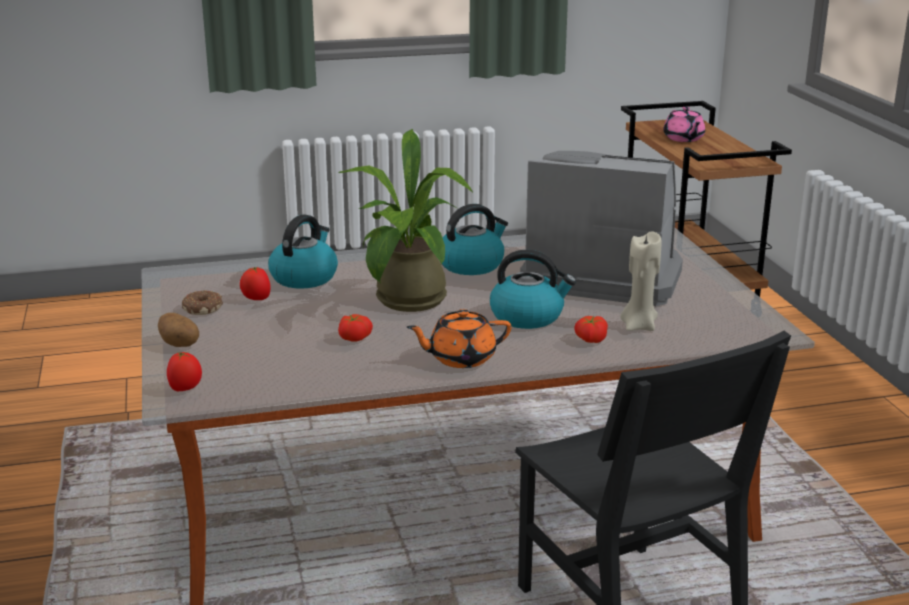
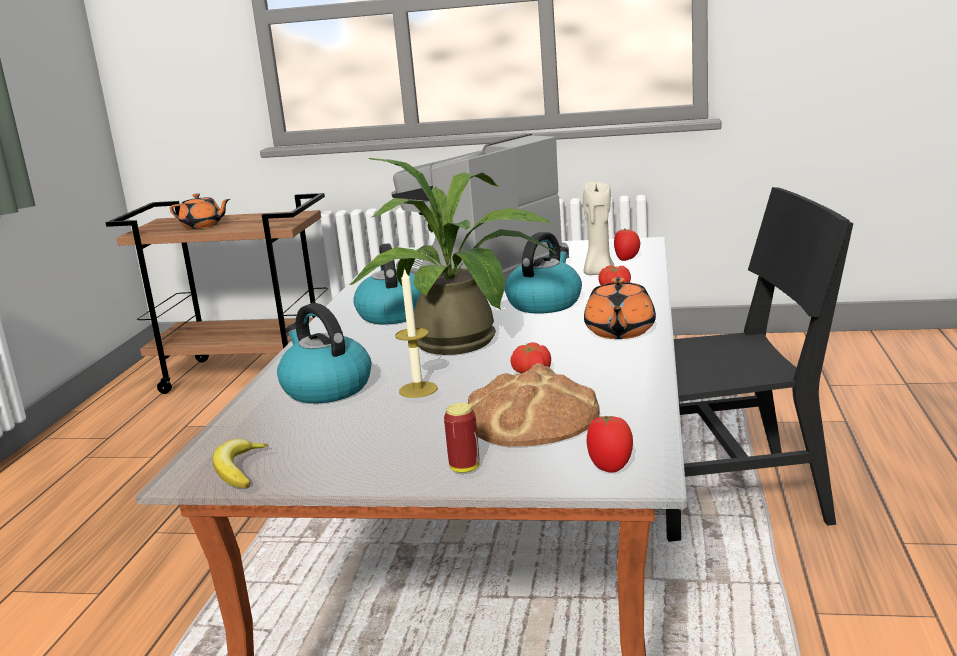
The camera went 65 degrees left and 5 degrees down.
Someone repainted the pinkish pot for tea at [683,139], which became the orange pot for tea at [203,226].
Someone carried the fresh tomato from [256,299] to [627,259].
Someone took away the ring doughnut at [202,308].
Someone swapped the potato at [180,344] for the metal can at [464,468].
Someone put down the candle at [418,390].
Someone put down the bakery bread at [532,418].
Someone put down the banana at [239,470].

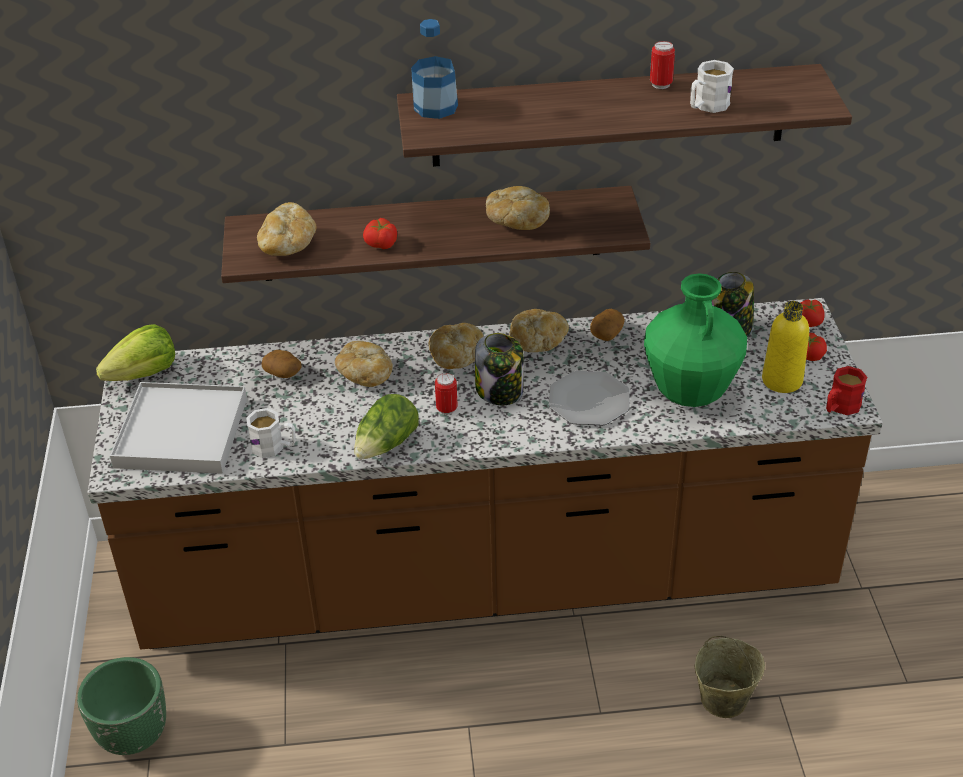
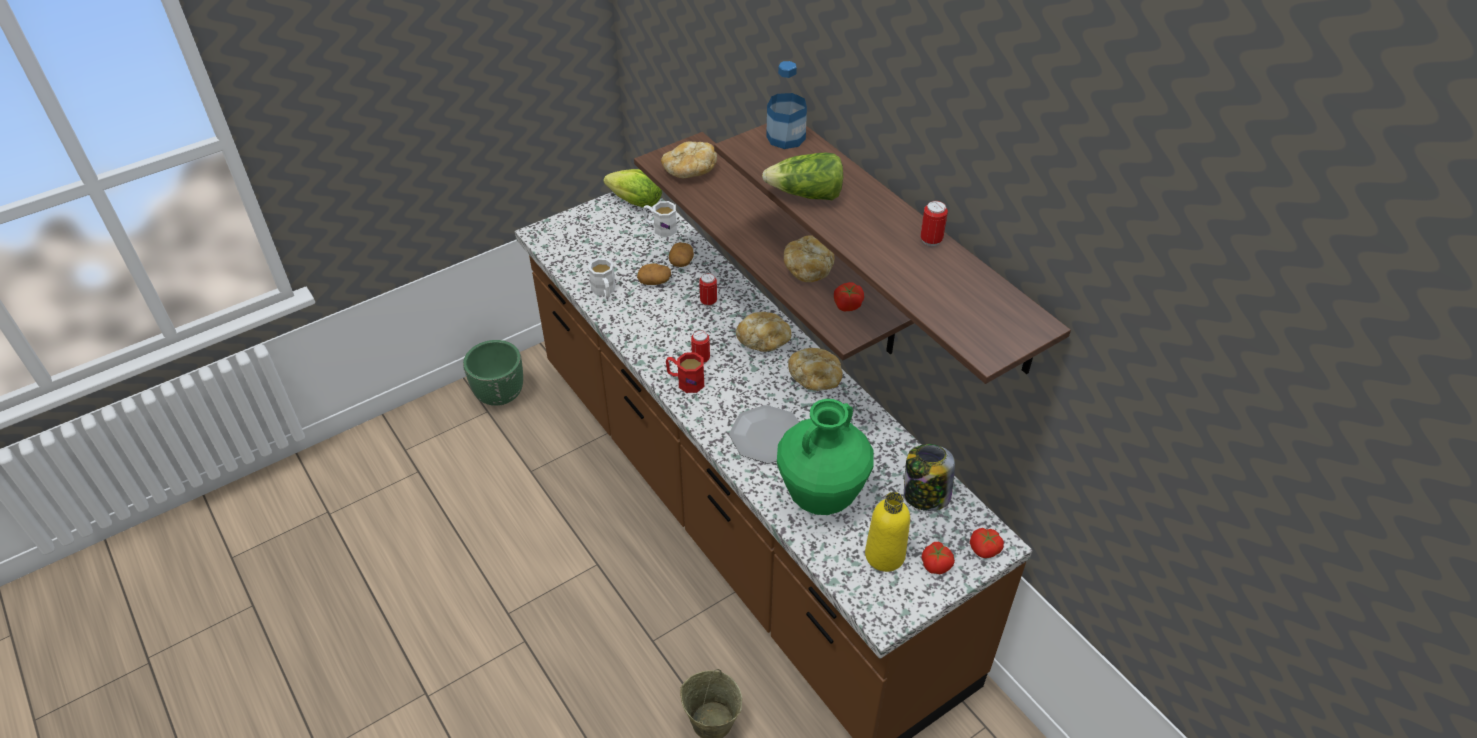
The camera went 60 degrees right and 5 degrees up.
Someone carried the white-coloured coffee mug from [706,106] to [660,228].
Someone carried the fresh tomato from [381,244] to [847,304].
Someone carried the potato from [606,333] to [654,281].
Someone took away the preserve jar at [500,391].
Someone swapped the bakery bread at [365,374] for the metal can at [708,301].
Someone carried the red-coloured coffee mug from [840,407] to [685,381].
Someone took away the white-coloured tray at [182,432].
Someone carried the lettuce head from [386,445] to [806,195].

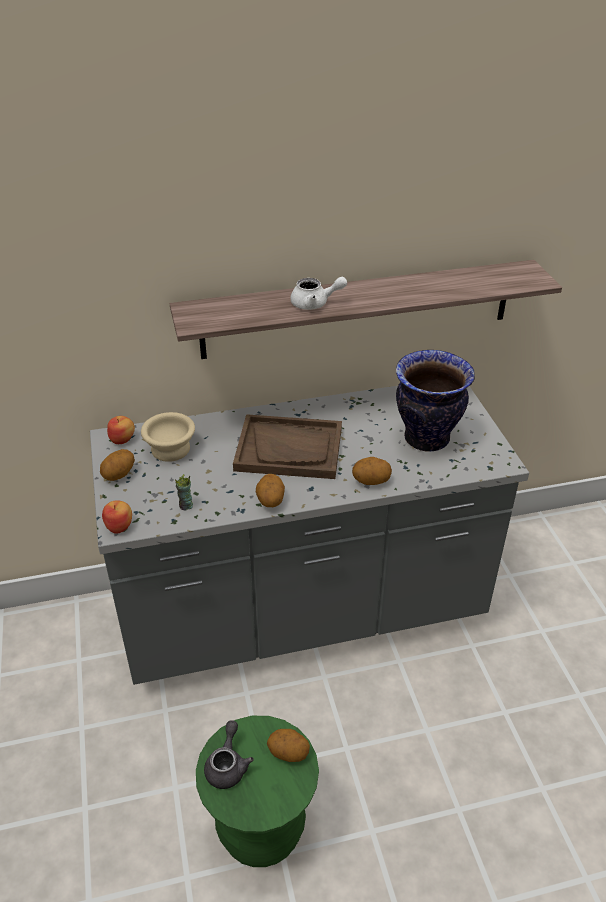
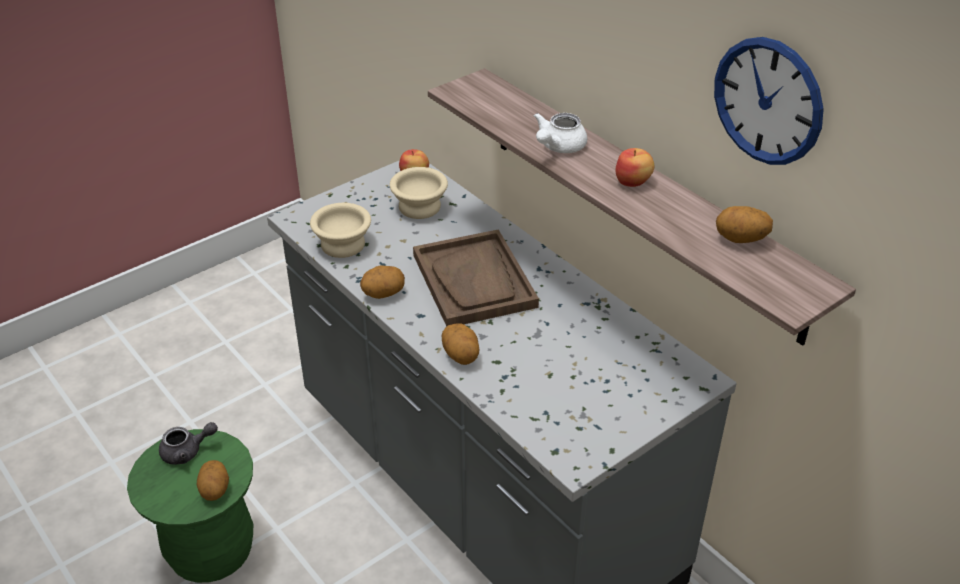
The camera went 65 degrees right and 0 degrees up.
Someone rotated the white-coloured pot for tea at [315,304] by 60 degrees clockwise.
Someone took away the decorative vase at [425,438].
Someone carried the potato from [119,475] to [740,240].
Someone swapped the cup at [186,506] for the beige deep dish at [345,244].
Someone carried the whole apple from [119,526] to [633,182].
Someone put up the hanging clock at [768,101].

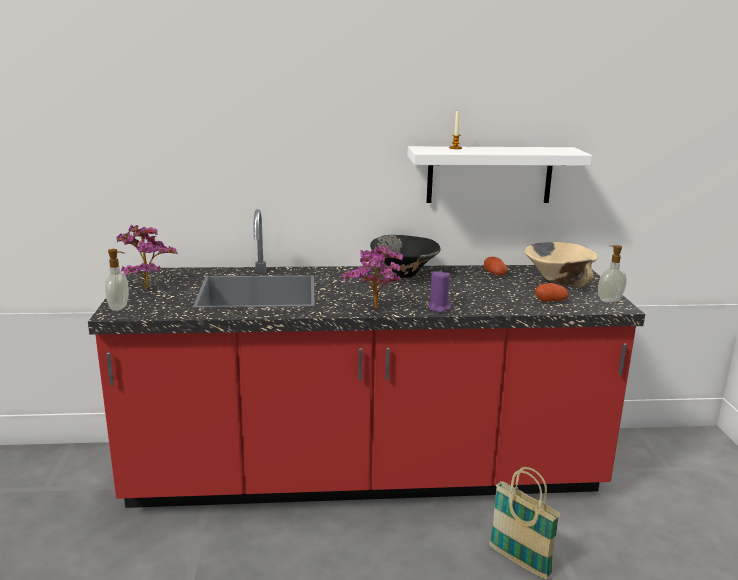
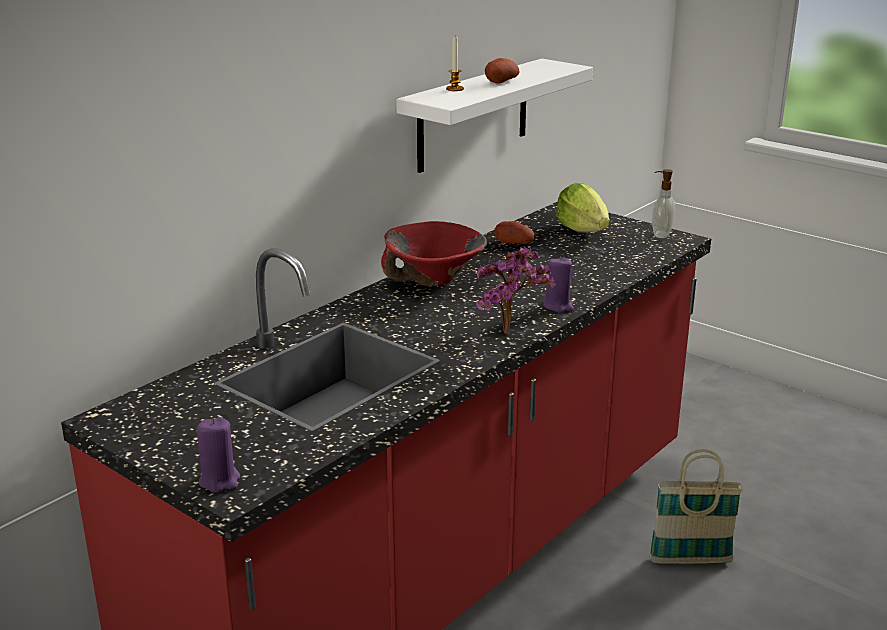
The camera went 45 degrees left and 5 degrees up.
Someone took away the potted plant at [146,287].
Someone repainted the blackish deep dish at [403,274], which became the red-coloured deep dish at [434,280].
Someone swapped the beige deep dish at [557,281] for the lettuce head at [583,230].
Someone swapped the liquid soap bottle at [120,307] for the purple candle at [220,480].
Someone carried the potato from [550,301] to [501,81].

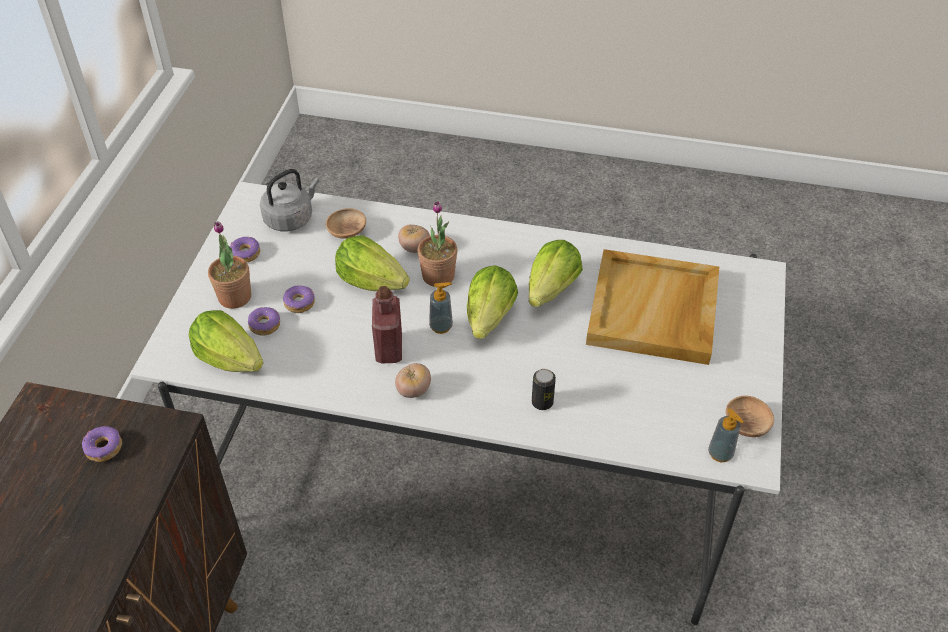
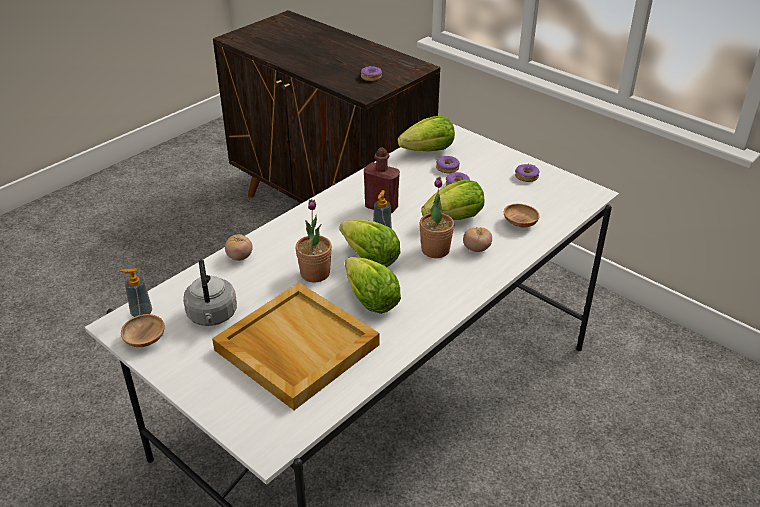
The camera went 120 degrees right and 10 degrees down.
Someone carried the greyish water kettle from [291,218] to [212,316].
Someone carried the potted plant from [235,297] to [315,273].
Someone carried the fresh tomato from [413,390] to [239,257].
Someone took away the metal can at [542,402].

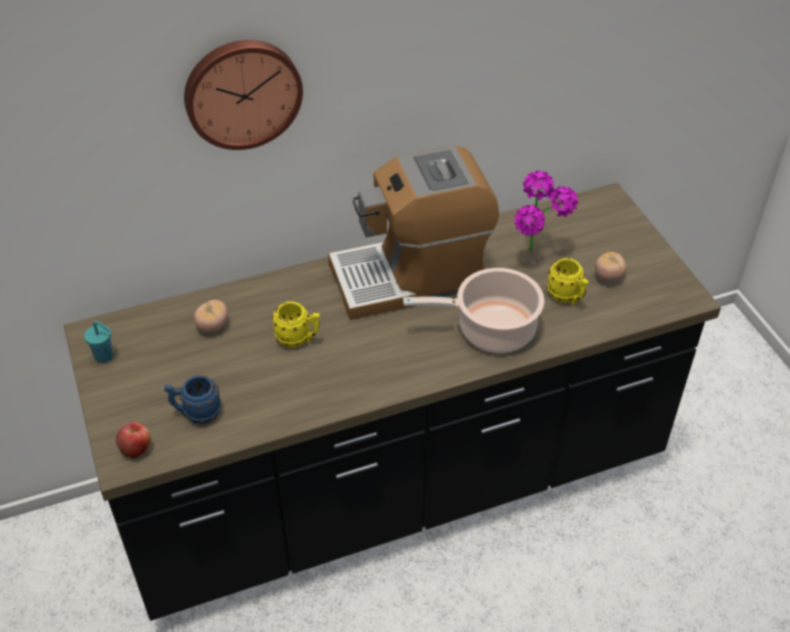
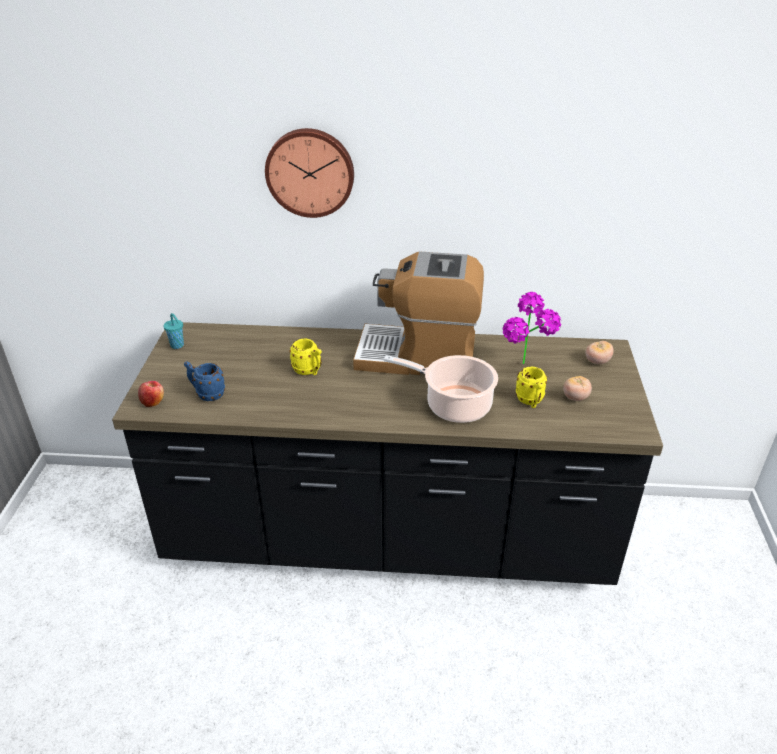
The camera went 25 degrees right and 10 degrees down.
Someone carried the fresh tomato from [212,326] to [597,361].

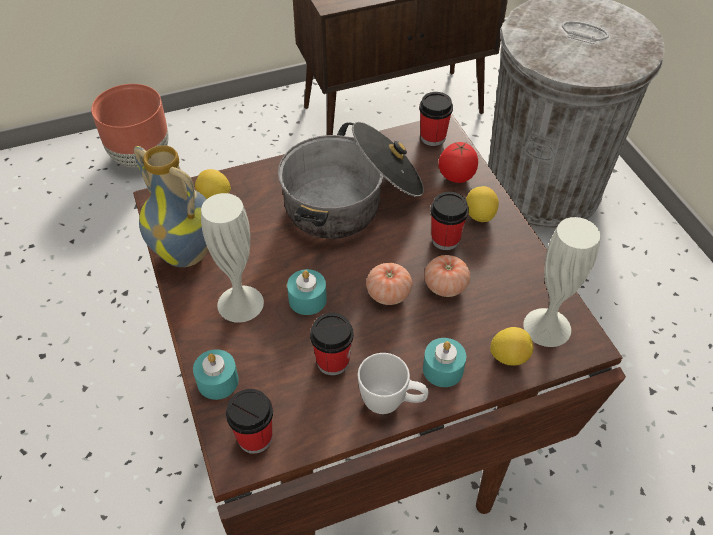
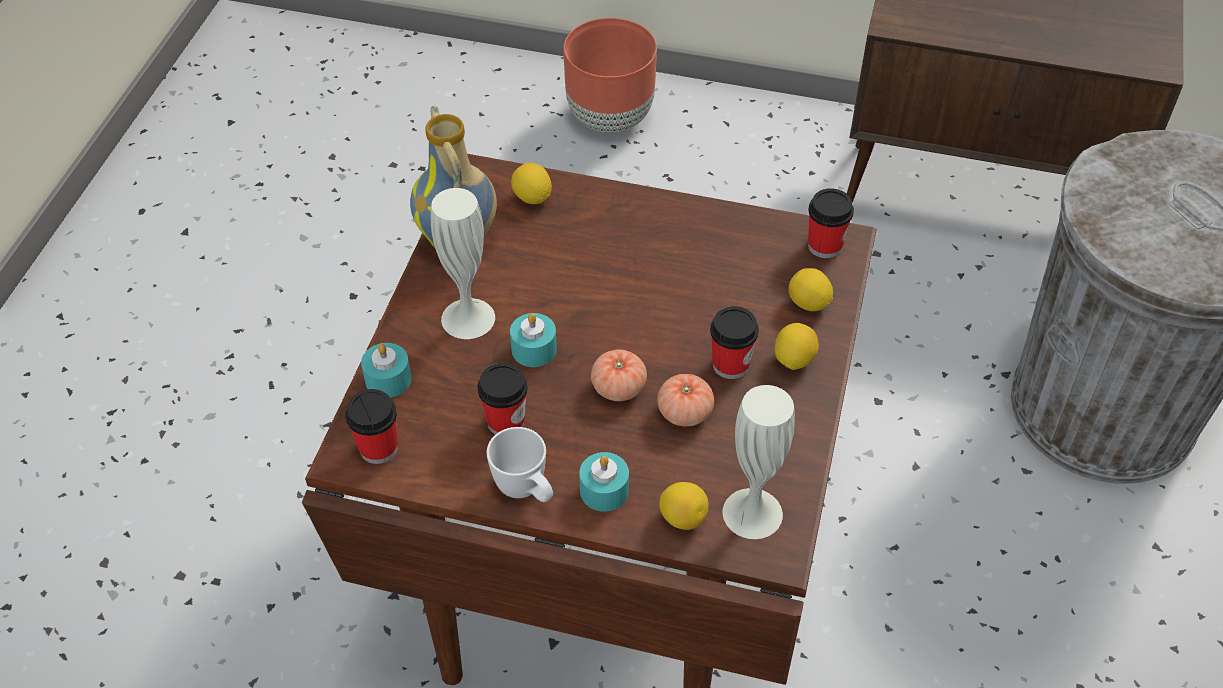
The camera went 35 degrees right and 0 degrees up.
Someone took away the stockpot at [352,200].
Someone swapped the fresh tomato at [456,177] for the citrus fruit at [808,304].

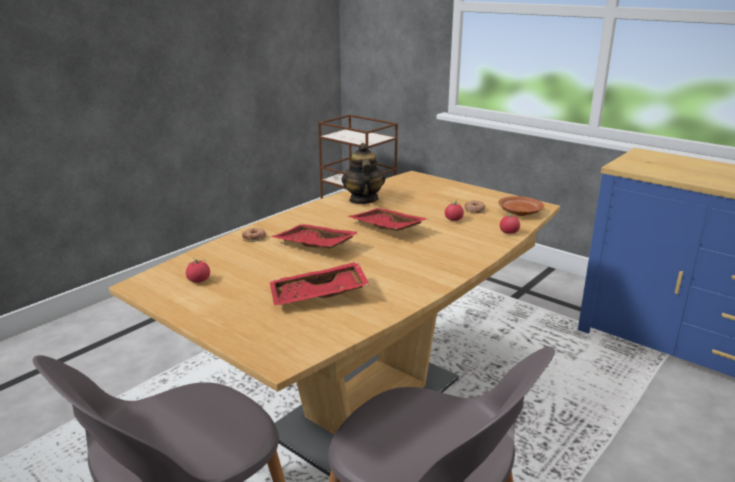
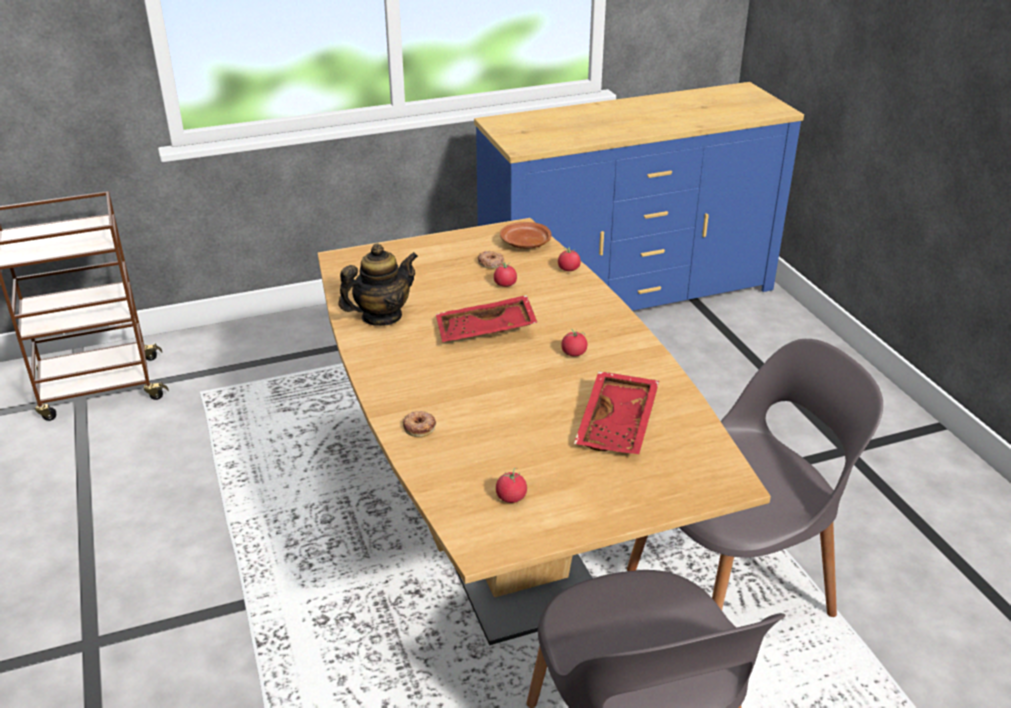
The camera went 60 degrees left and 10 degrees up.
Someone rotated the pot for tea at [363,200] by 120 degrees clockwise.
Someone took away the red-coloured tray at [314,246].
Someone put down the fresh tomato at [574,353].

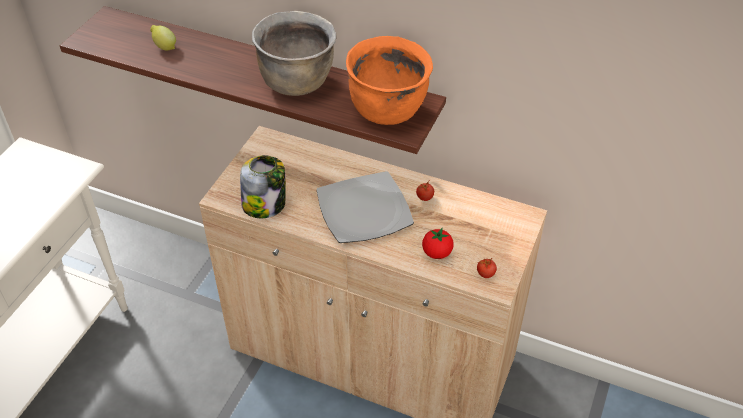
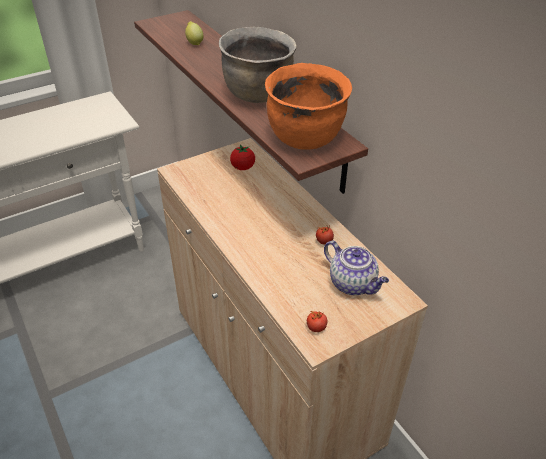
The camera went 35 degrees right and 5 degrees down.
Someone took away the preserve jar at [265,204].
Someone took away the plate at [364,210].
Someone carried the fresh tomato from [437,253] to [243,167].
Someone put down the pot for tea at [353,284].

